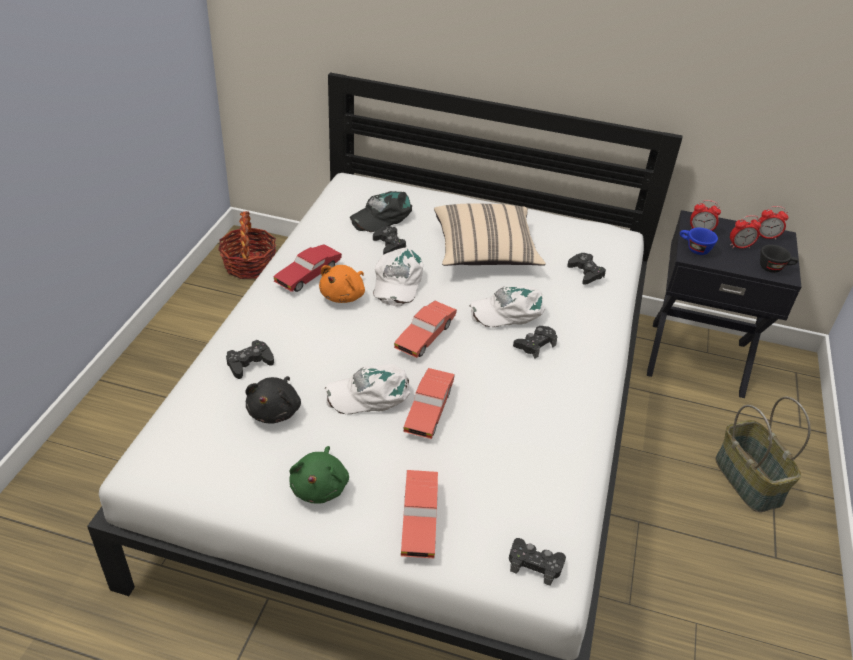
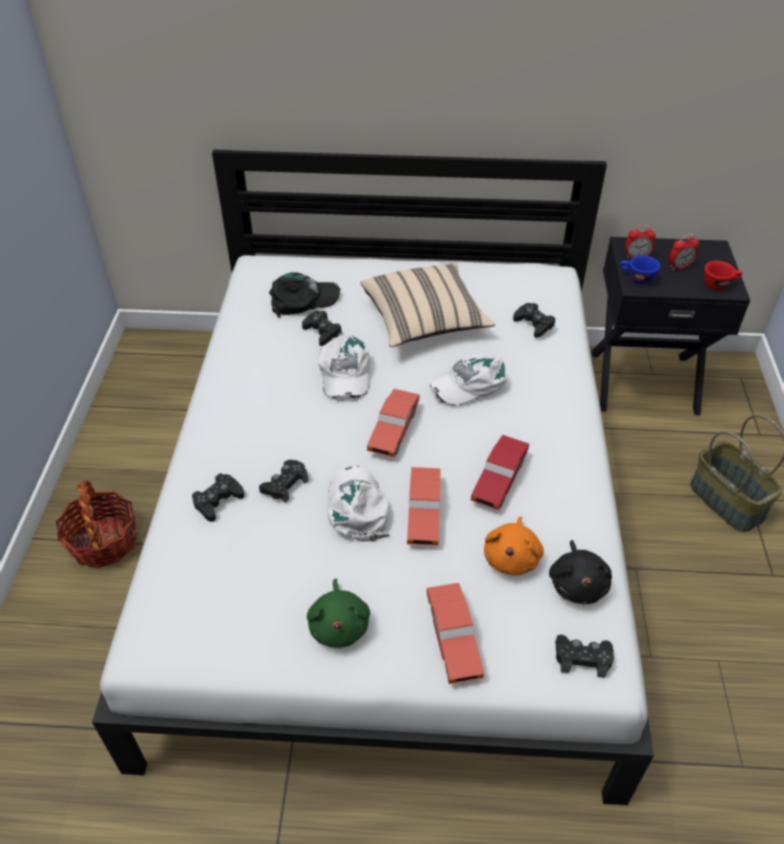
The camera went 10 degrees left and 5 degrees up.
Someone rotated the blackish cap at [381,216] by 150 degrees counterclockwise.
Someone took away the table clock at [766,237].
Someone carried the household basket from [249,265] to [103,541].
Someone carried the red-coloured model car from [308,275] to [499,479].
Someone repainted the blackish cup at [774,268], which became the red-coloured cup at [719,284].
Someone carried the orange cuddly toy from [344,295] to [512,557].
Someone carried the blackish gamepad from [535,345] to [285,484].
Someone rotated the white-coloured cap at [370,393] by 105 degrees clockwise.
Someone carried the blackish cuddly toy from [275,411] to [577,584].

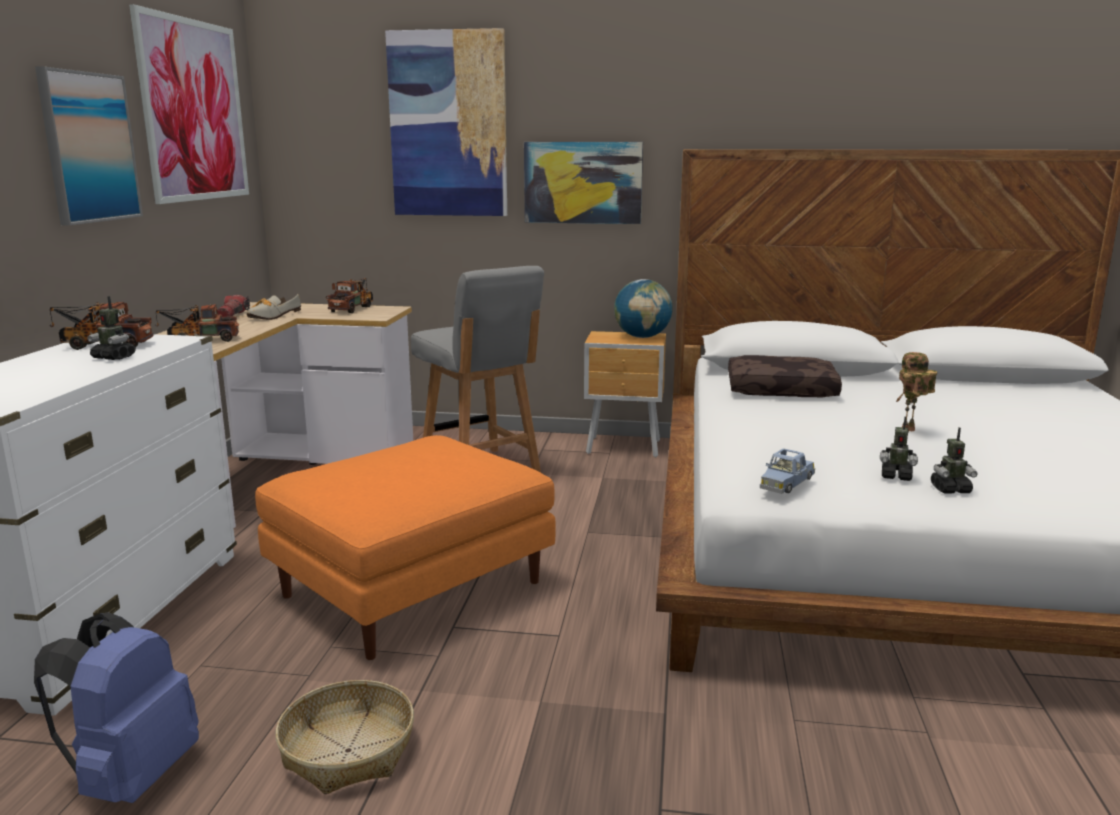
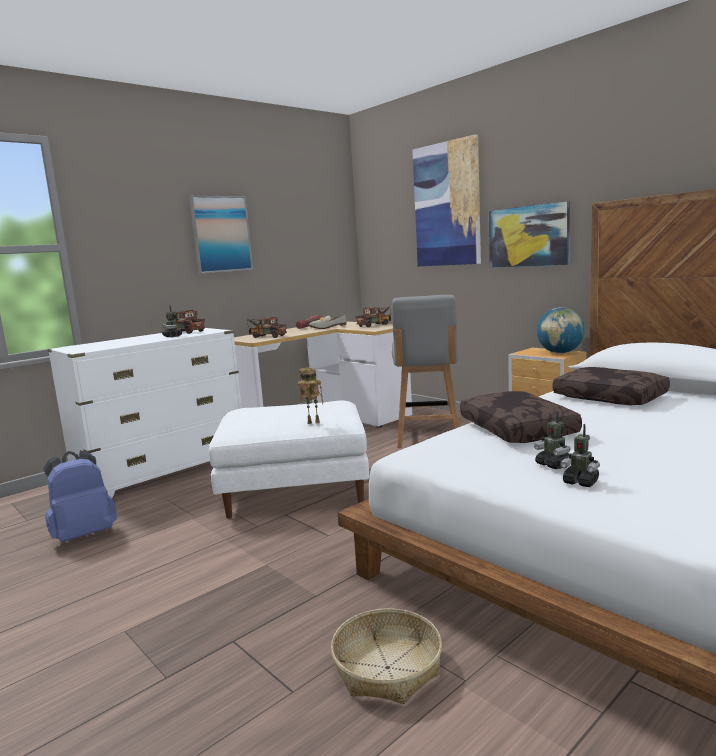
The camera went 40 degrees right and 5 degrees down.
Someone took away the picture at [194,111].
Someone carried the robot figure from [908,432] to [312,423].
Someone repainted the orange ottoman at [410,591], which became the white-coloured ottoman at [293,491].
Someone took away the blue model car at [786,483].
Someone carried the household basket from [347,750] to [387,667].
Someone put down the brownish cushion at [519,429].

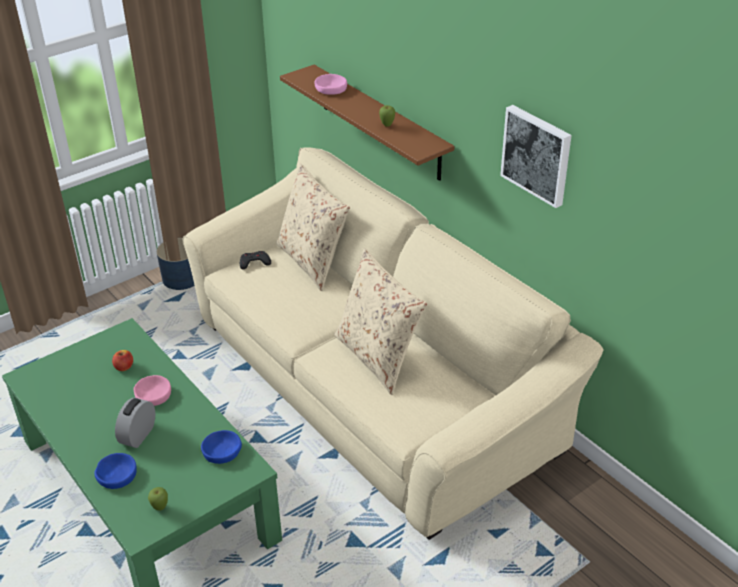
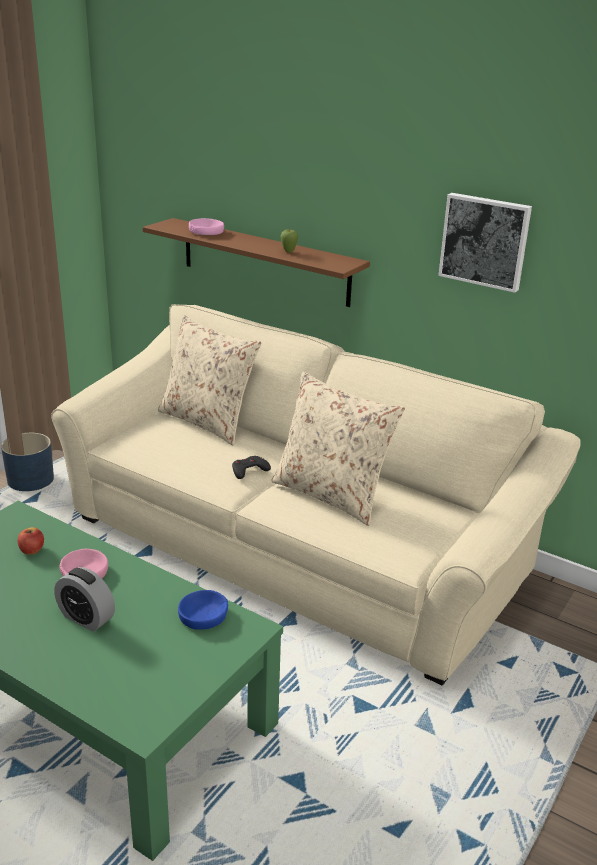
The camera went 20 degrees left and 10 degrees down.
Someone carried the blackish gamepad from [254,262] to [249,470].
Someone rotated the table clock at [138,435] by 60 degrees counterclockwise.
Someone took away the blue deep dish at [116,475].
Someone took away the whole apple at [160,508].

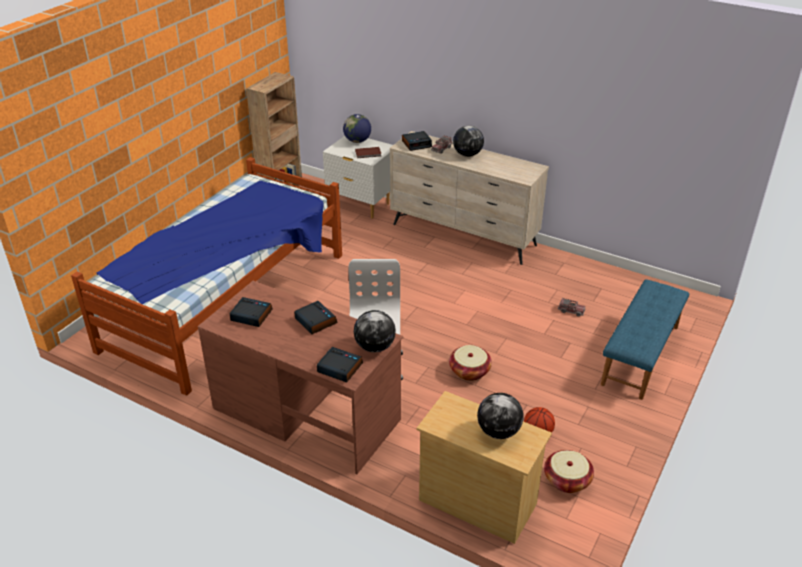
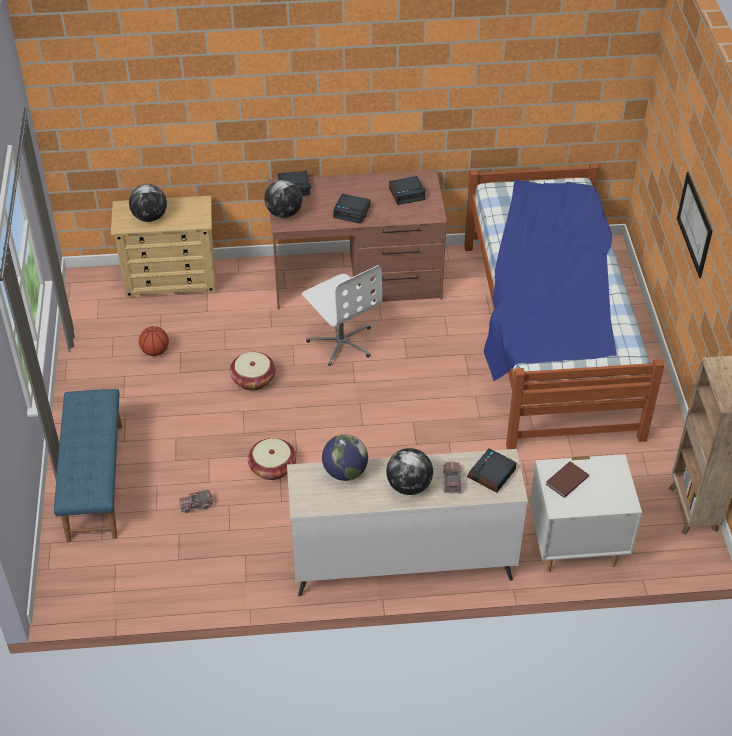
The camera went 145 degrees right and 10 degrees up.
Someone carried the world globe from [357,141] to [345,472].
Someone carried the household basket from [567,480] to [272,467].
Someone put up the picture at [694,224].

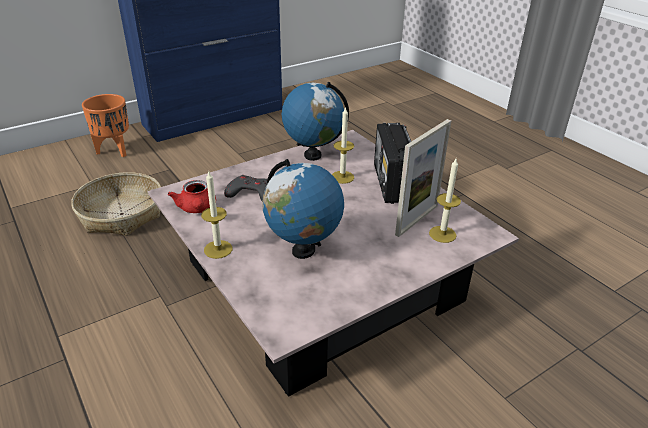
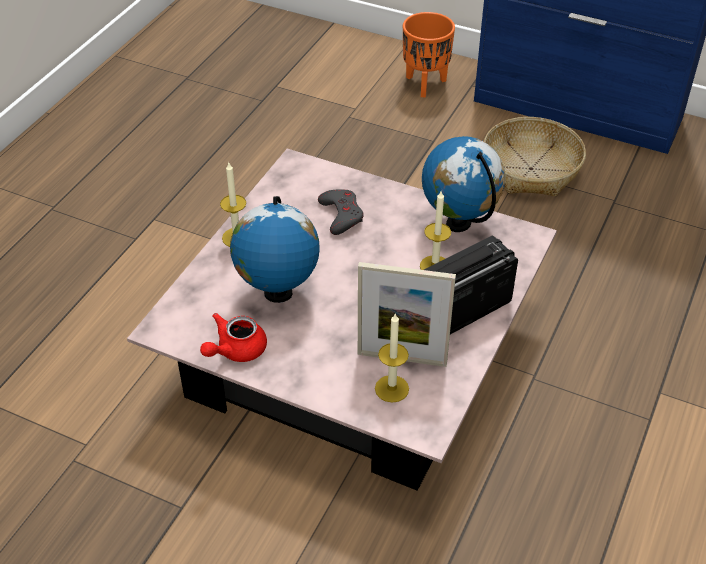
The camera went 60 degrees right and 10 degrees up.
Someone carried the household basket from [121,214] to [530,169].
Someone carried the red-coloured pot for tea from [197,209] to [235,350].

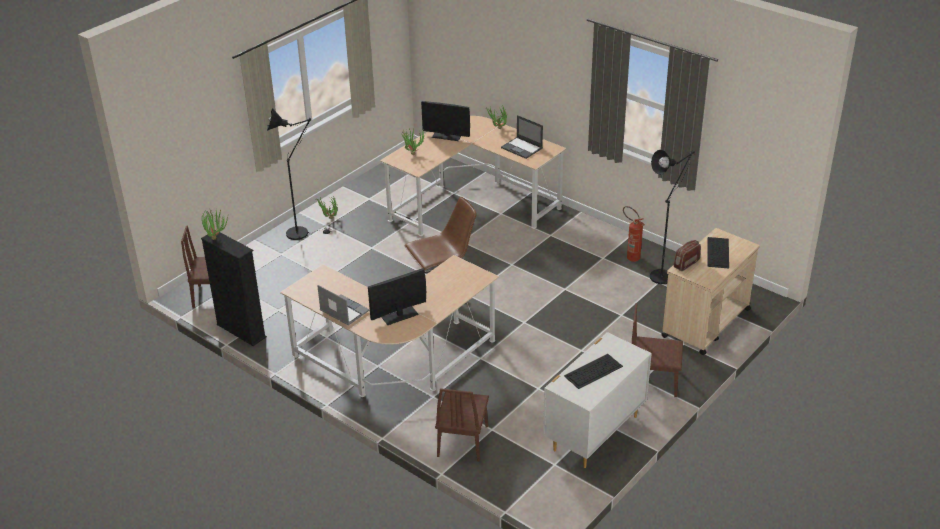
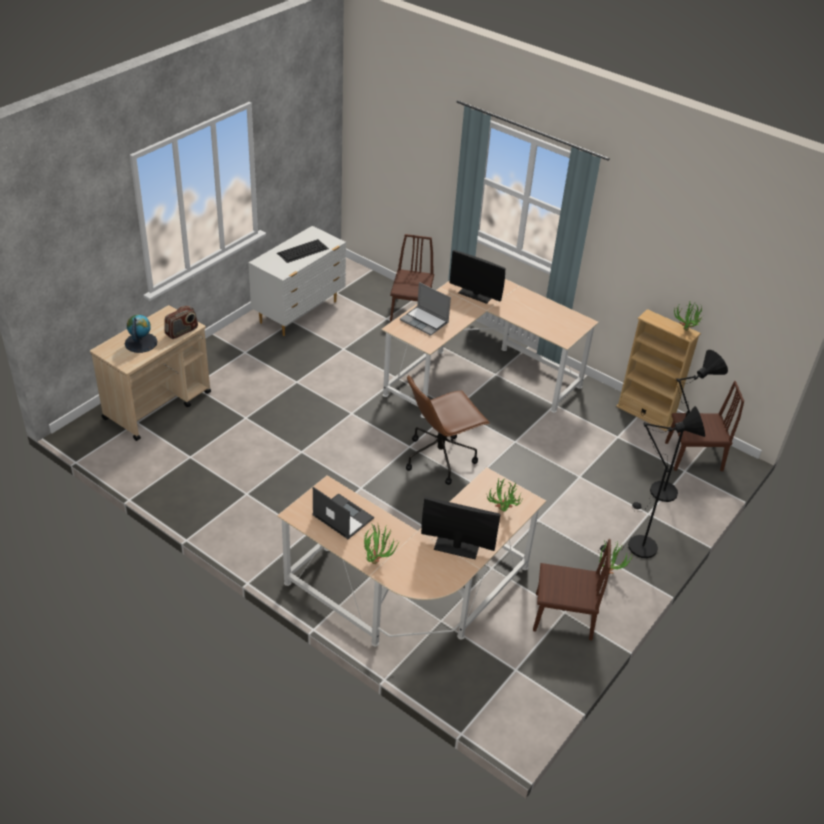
The camera went 175 degrees right and 5 degrees up.
Someone carried the blackish floor lamp from [664,275] to [660,494].
Someone took away the fire extinguisher at [630,256].
Someone repainted the blackish bookshelf at [241,331], which became the beige bookshelf at [645,414].
Someone swapped the PC keyboard at [718,253] for the world globe at [141,342].
Someone rotated the computer display at [399,315] by 60 degrees clockwise.
Someone carried the notebook computer from [343,311] to [425,321].
Someone carried the brownish chair from [653,381] to [563,616].

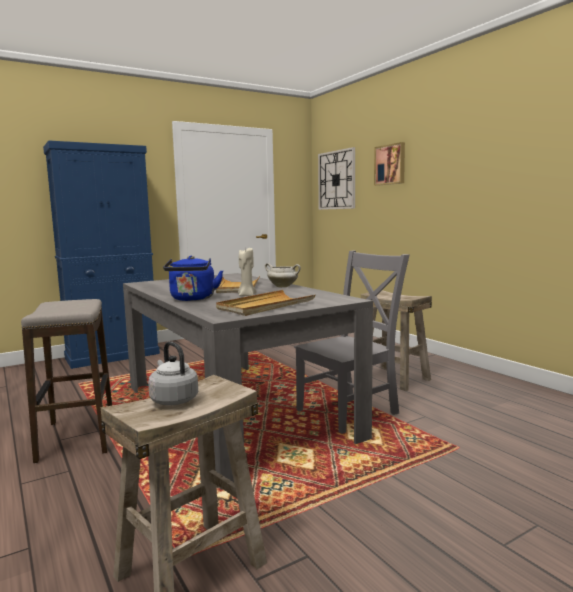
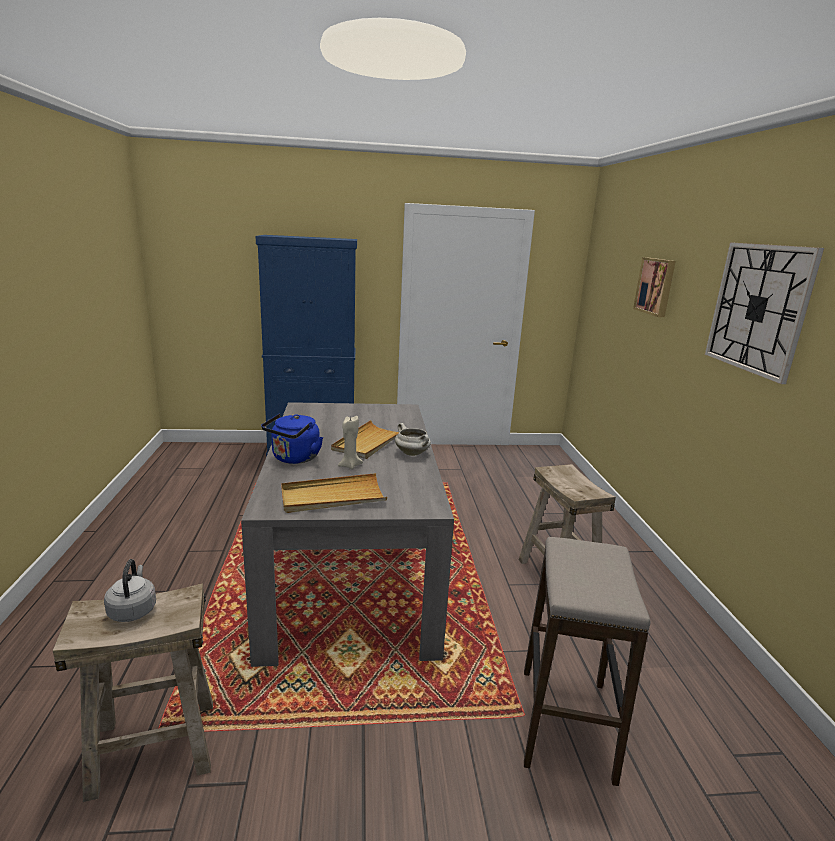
The camera went 25 degrees right and 10 degrees up.
Someone carried the hanging clock from [336,180] to [758,308].
Someone took away the greyish chair at [350,411].
Someone carried the stool seat from [77,438] to [565,723].

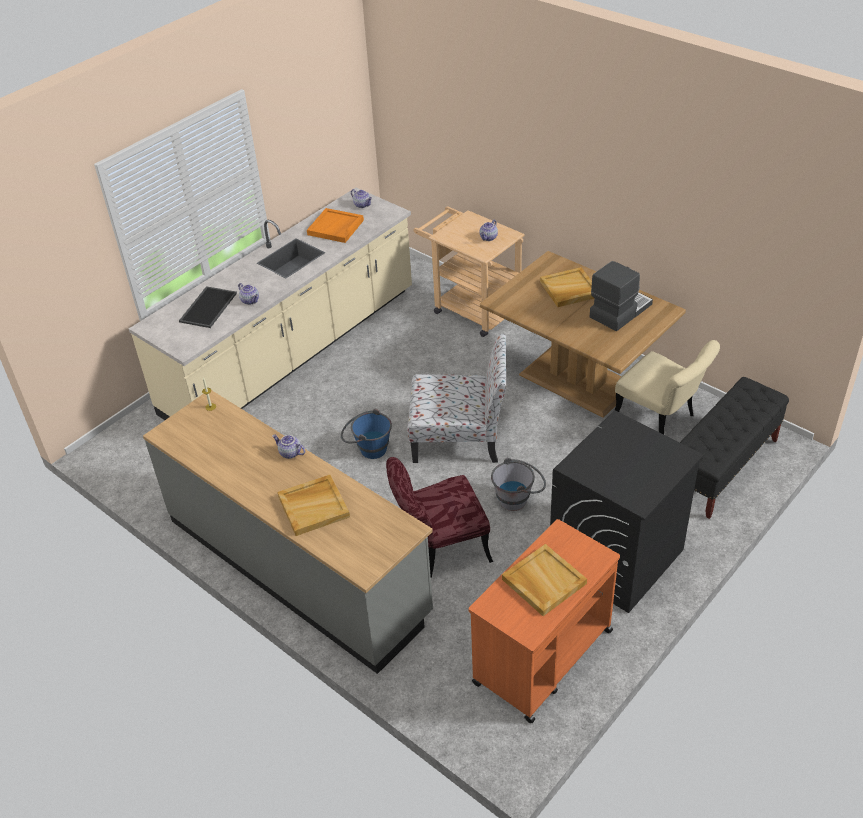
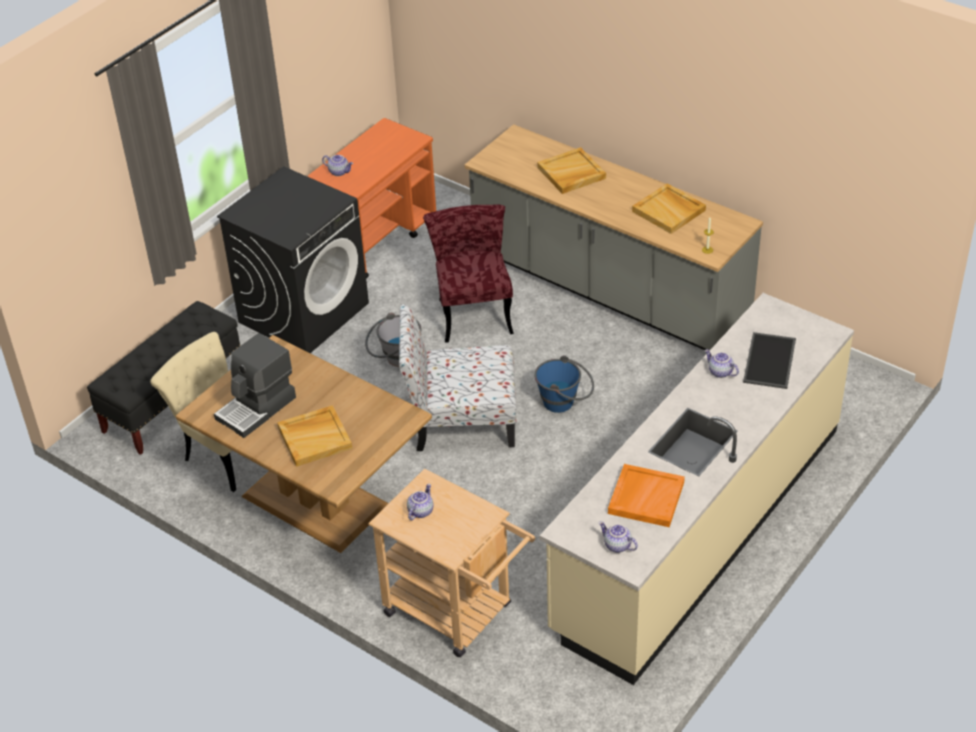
The camera went 175 degrees right and 0 degrees up.
Someone carried the pot for tea from [289,453] to [339,172].
Someone rotated the red-coloured chair at [439,549] by 75 degrees counterclockwise.
Someone carried the beige tray from [543,581] to [669,211].

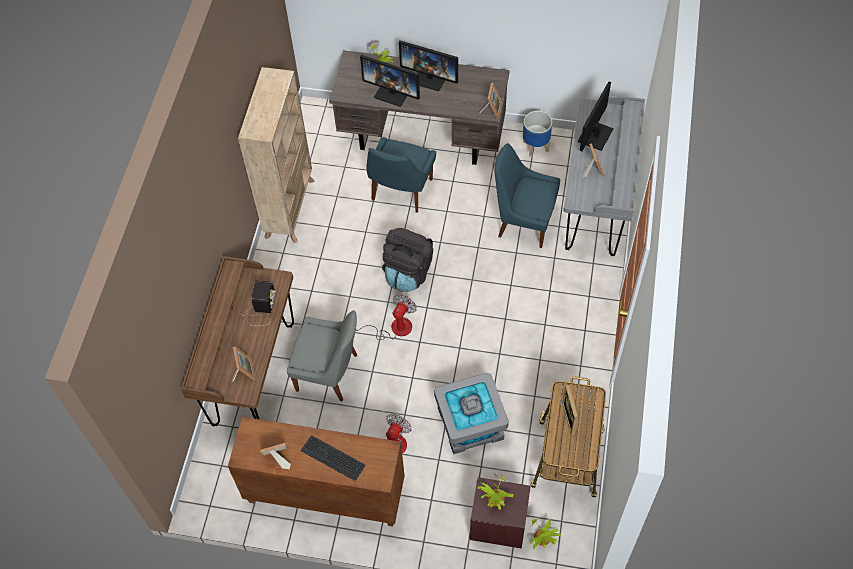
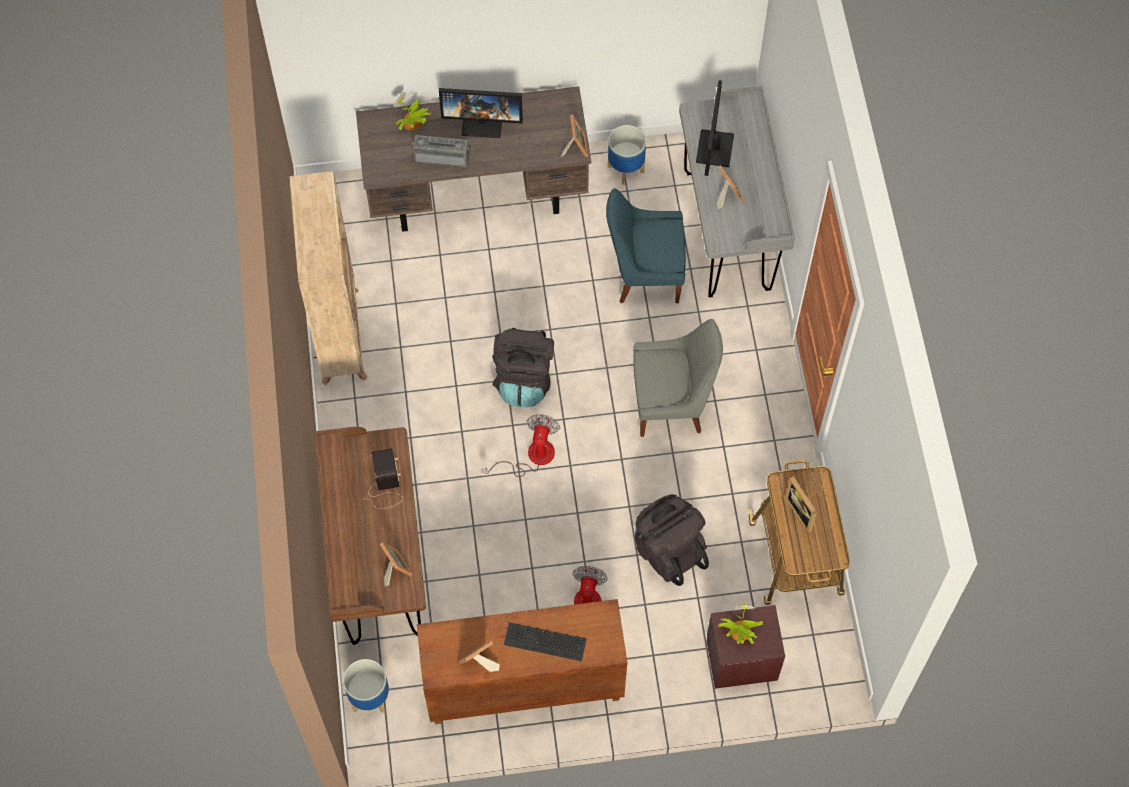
The camera went 20 degrees left and 5 degrees up.
Someone swapped the computer display at [393,93] for the radio set at [442,155].
Someone took away the blue chair at [401,191].
Someone carried the greyish chair from [329,373] to [671,404].
Someone swapped the greyish storage container at [470,424] for the blackish rucksack at [667,550].
Someone took away the potted plant at [542,538].
Someone put down the plant pot at [370,697].

